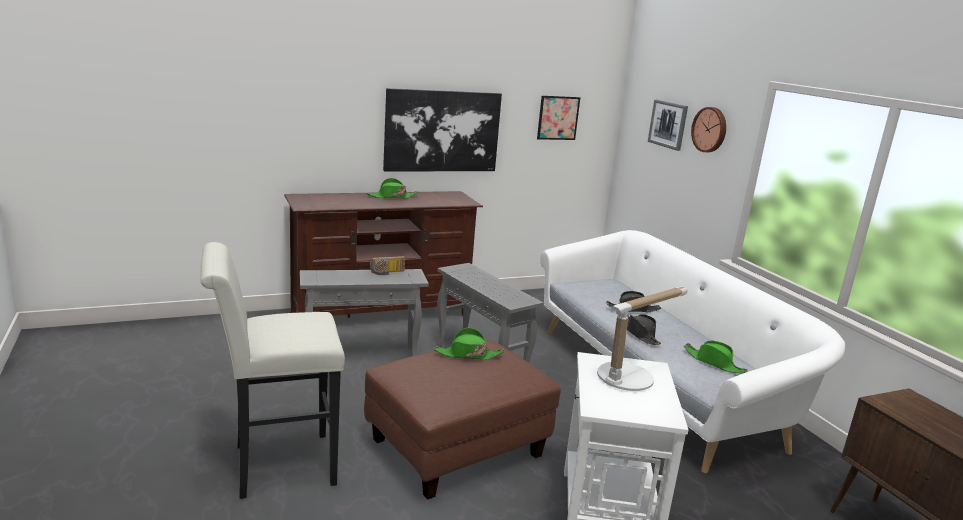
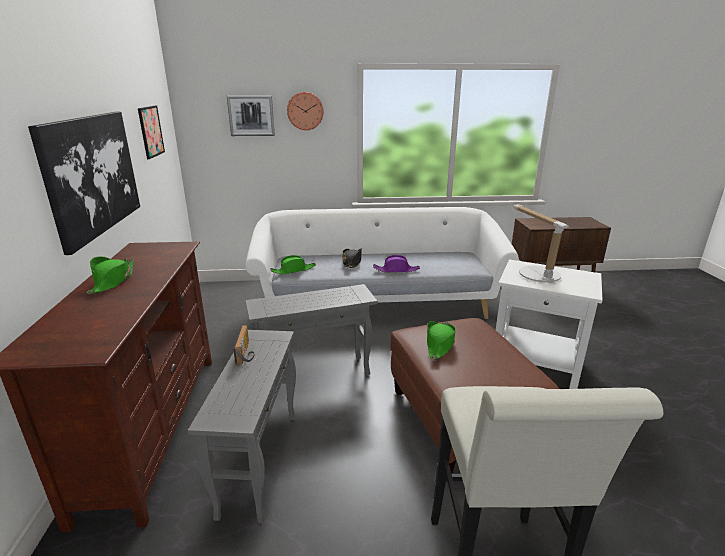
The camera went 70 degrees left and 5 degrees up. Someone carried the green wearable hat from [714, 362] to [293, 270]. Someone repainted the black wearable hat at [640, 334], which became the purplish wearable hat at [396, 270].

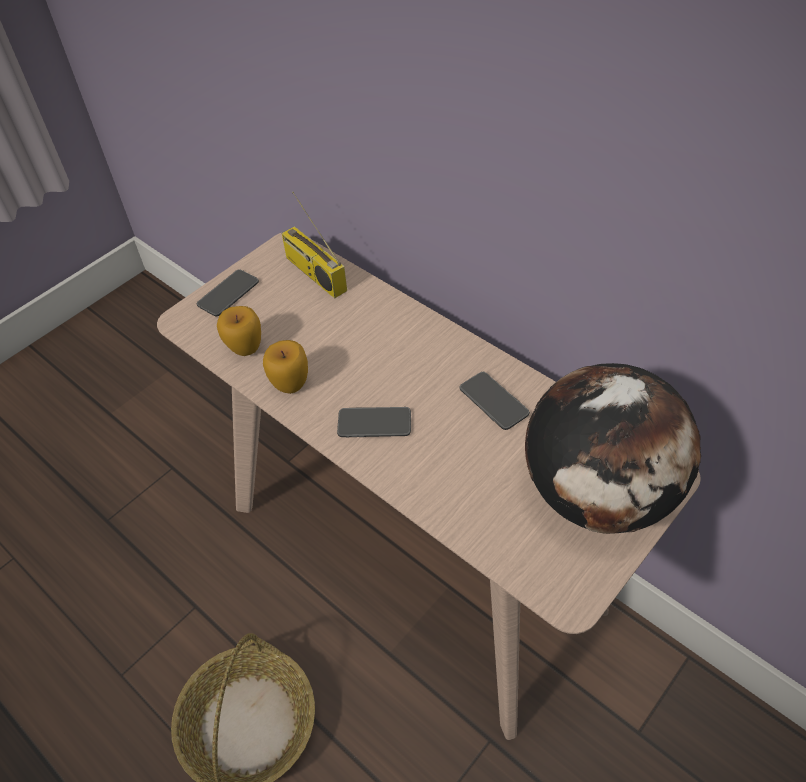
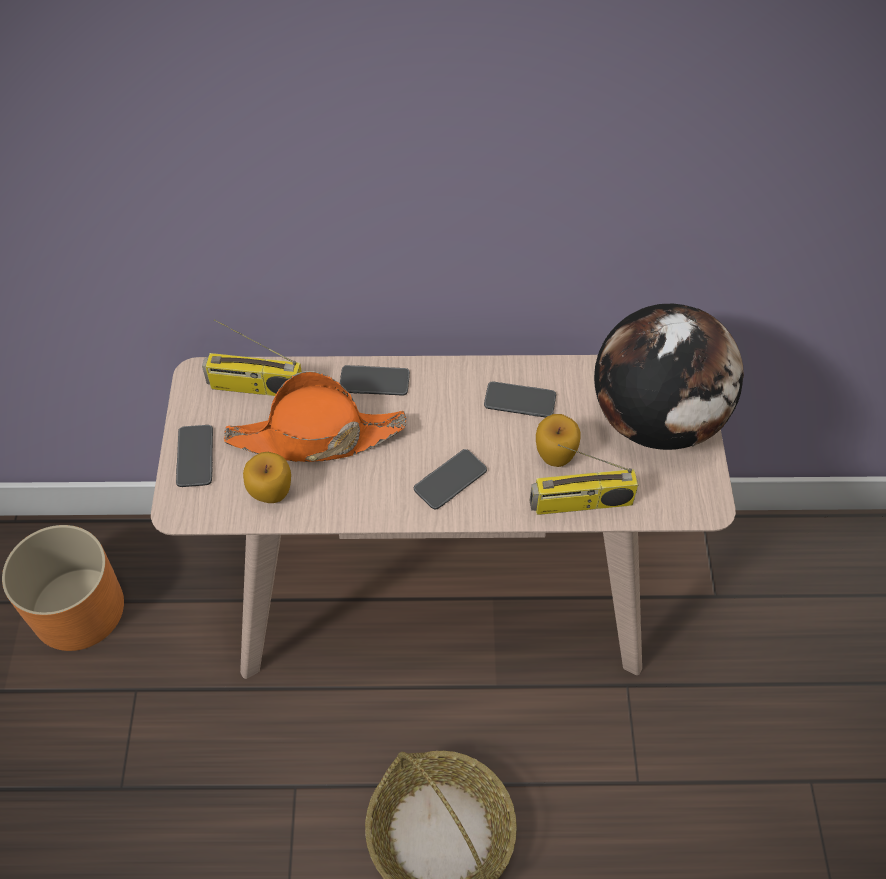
The camera went 45 degrees left and 5 degrees up. Someone put down the orange plant pot at [78, 609]. Someone put down the orange wearable hat at [315, 436]. Someone put down the phone at [374, 381]. Someone put down the radio at [580, 503]. Someone carried the apple fruit from [290, 384] to [554, 456].

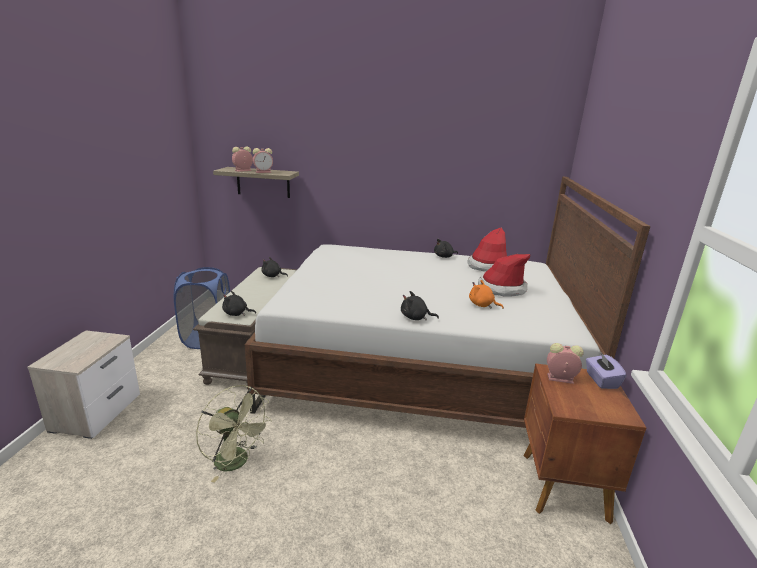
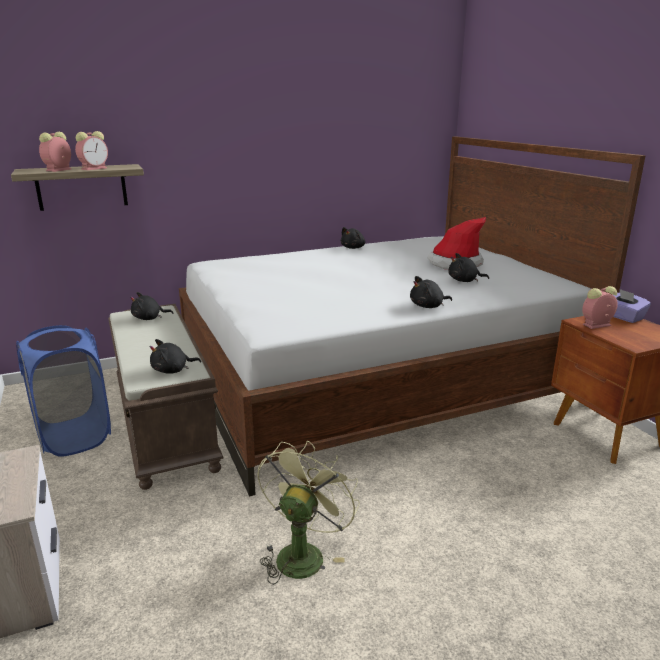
The camera went 30 degrees left and 0 degrees up. Someone took away the wearable hat at [488, 266]. Someone repainted the orange plush toy at [482, 305], which became the black plush toy at [464, 281]. Someone rotated the green fan at [237, 463] by 75 degrees counterclockwise.

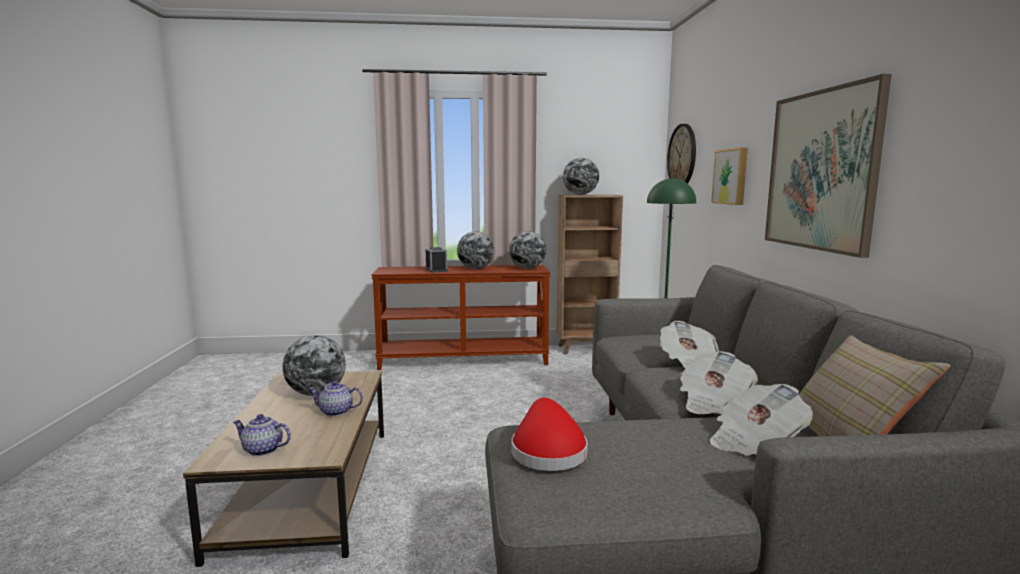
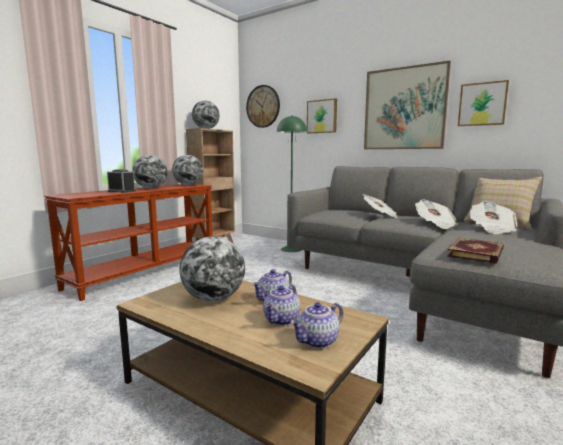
The camera went 50 degrees left and 0 degrees up. Someone put down the tea pot at [282, 320]. Someone put up the wall art at [482, 104]. Someone swapped the red wearable hat at [547, 450] for the volume at [477, 253].

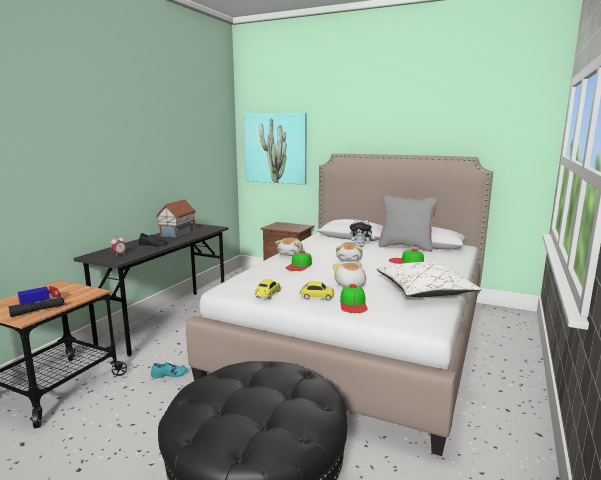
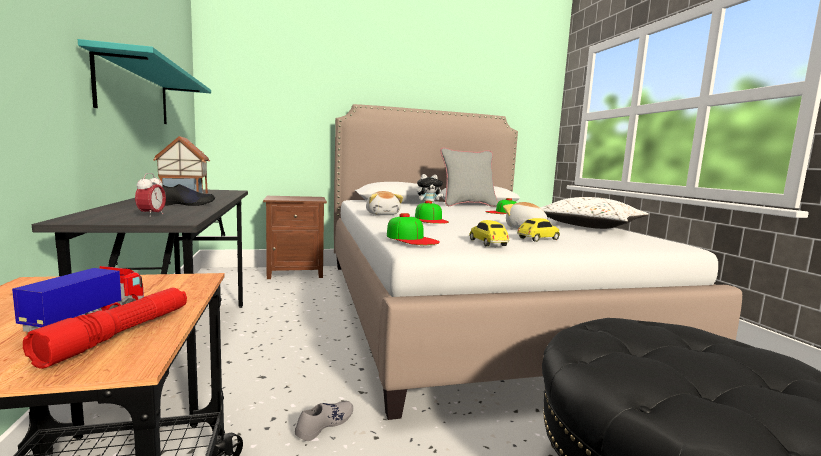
The camera went 40 degrees left and 5 degrees down. Someone took away the wall art at [276, 148]. Someone took away the plush toy at [349, 259]. Someone put up the turquoise bracket shelf at [135, 93]. Someone carried the cap from [353, 304] to [411, 239]. Someone repainted the black hand torch at [38, 311], which became the red hand torch at [120, 335]. Someone repainted the turquoise shoe at [169, 374], which became the gray shoe at [324, 424].

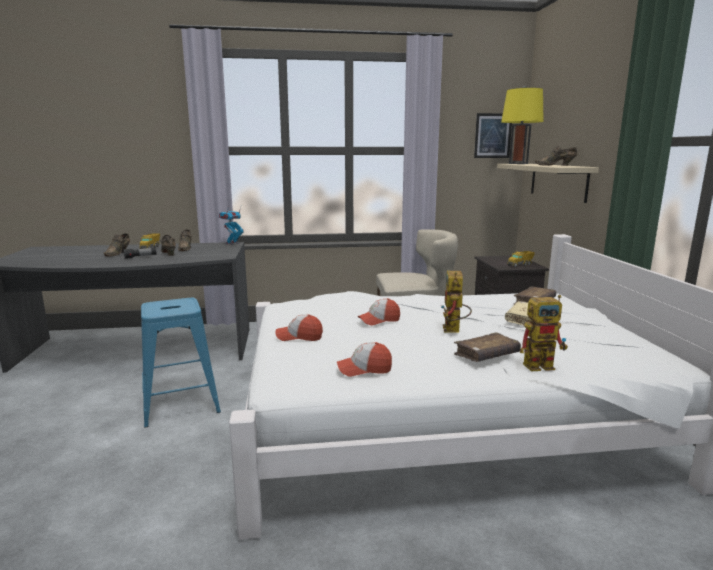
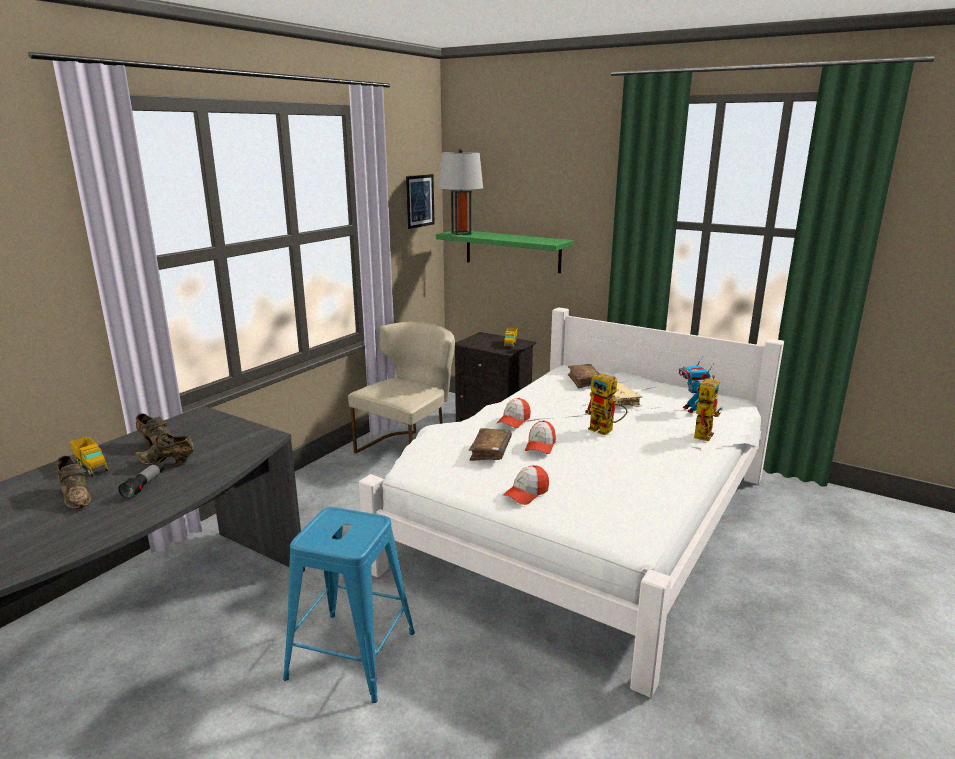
The camera went 50 degrees left and 5 degrees up. Someone took away the brown shoe at [556, 165]. Someone carried the robot figure from [232, 243] to [692, 409]. Someone carried the cap from [364, 369] to [514, 421]. Someone carried the brown volume from [486, 355] to [490, 451]. Someone repainted the beige-coloured bracket shelf at [558, 181], which became the green bracket shelf at [512, 251]. Someone repainted the yellowish table lamp at [518, 163], which became the gray table lamp at [461, 233].

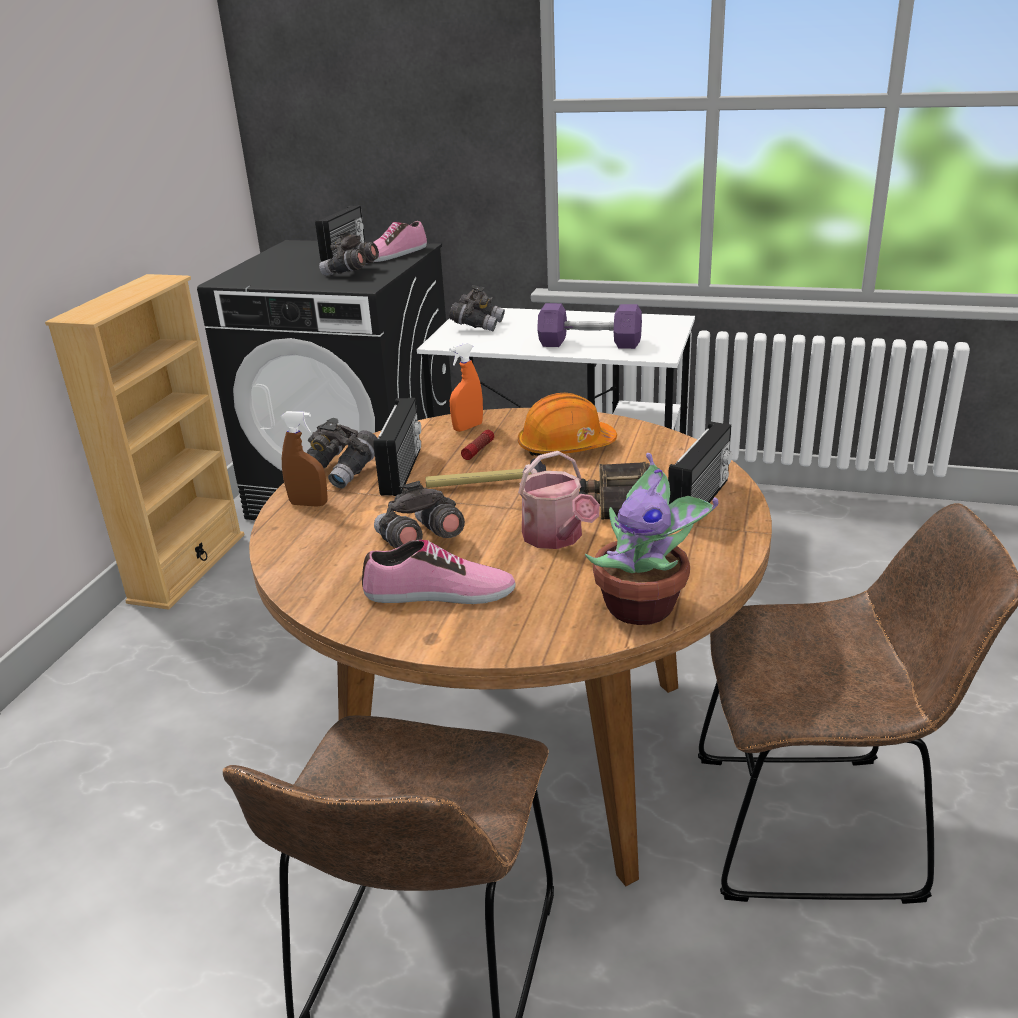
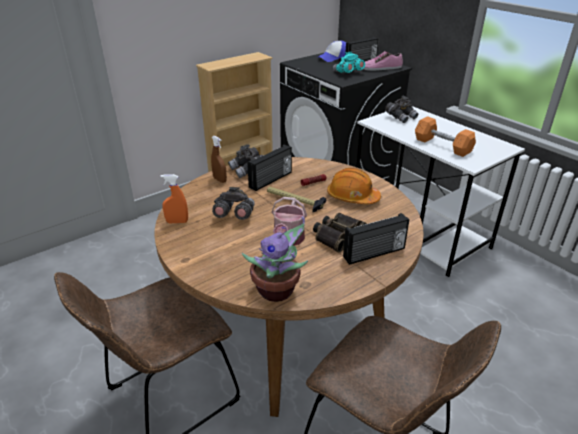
The camera went 35 degrees right and 5 degrees up. Someone took away the shoe at [439, 594]. Someone put down the cap at [335, 58]. Someone carried the orange hand sprayer from [468, 427] to [177, 222]. Someone repainted the gray pair of binoculars at [351, 273], which became the turquoise pair of binoculars at [348, 73]. Someone repainted the purplish free weight at [589, 344], which became the orange free weight at [442, 146].

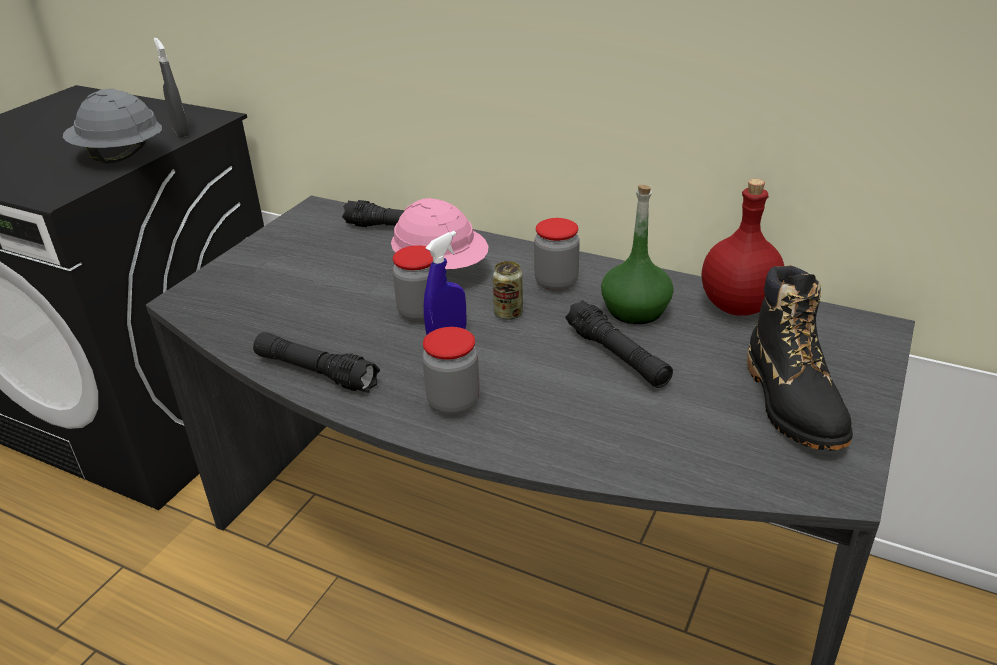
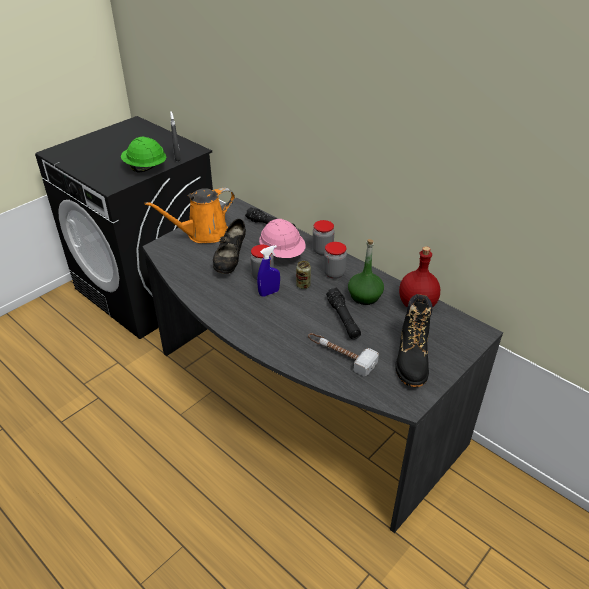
The camera went 15 degrees right and 5 degrees up. Someone took away the black hand torch at [316, 372]. Someone put down the orange watering pot at [204, 234]. Someone put down the black shoe at [230, 260]. Someone put down the hand hammer at [340, 355]. Someone carried the storage jar from [453, 403] to [322, 250]. Someone repainted the gray hard hat at [119, 157], which became the green hard hat at [145, 168].

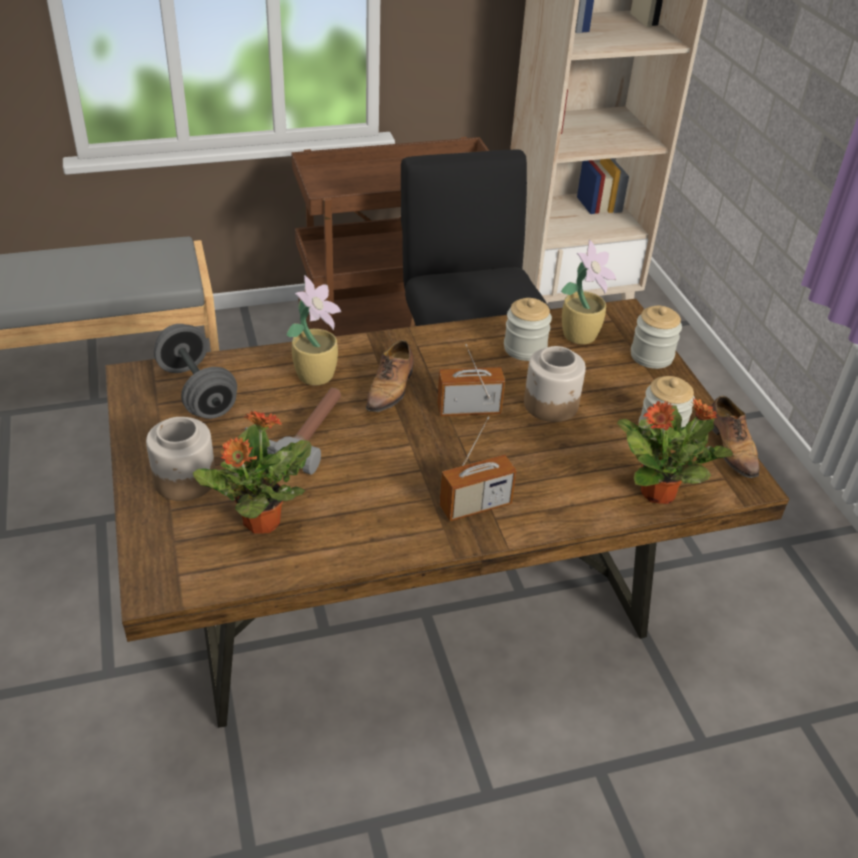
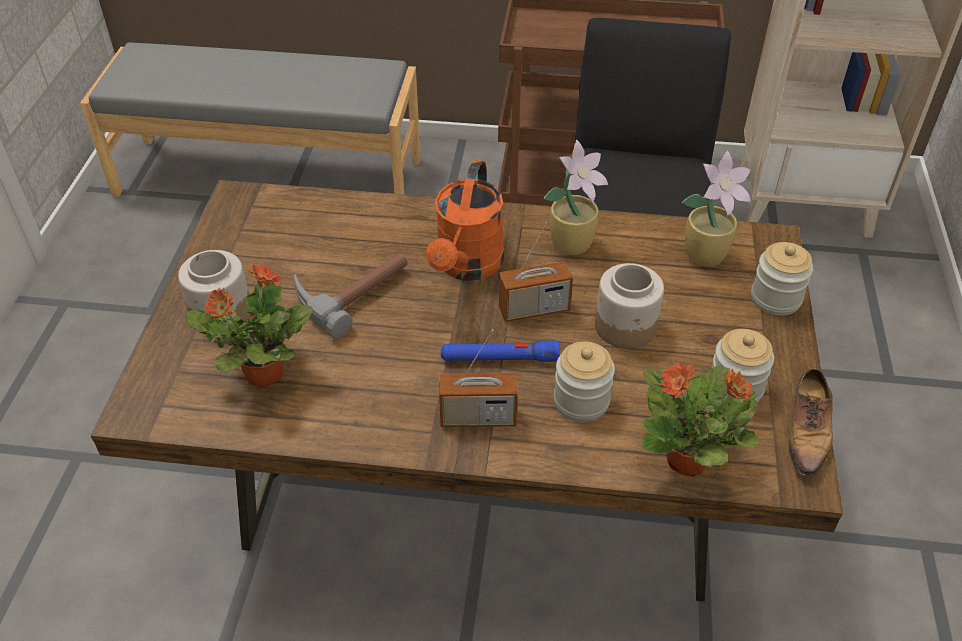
The camera went 25 degrees right and 5 degrees up. Someone took away the gray free weight at [197, 391]. Someone put down the blue hand torch at [499, 358]. Someone carried the potted plant from [317, 374] to [573, 243]. Someone carried the storage jar from [525, 348] to [581, 401]. Someone swapped the shoe at [390, 388] for the orange watering pot at [467, 267]. Someone rotated the radio at [469, 409] by 150 degrees clockwise.

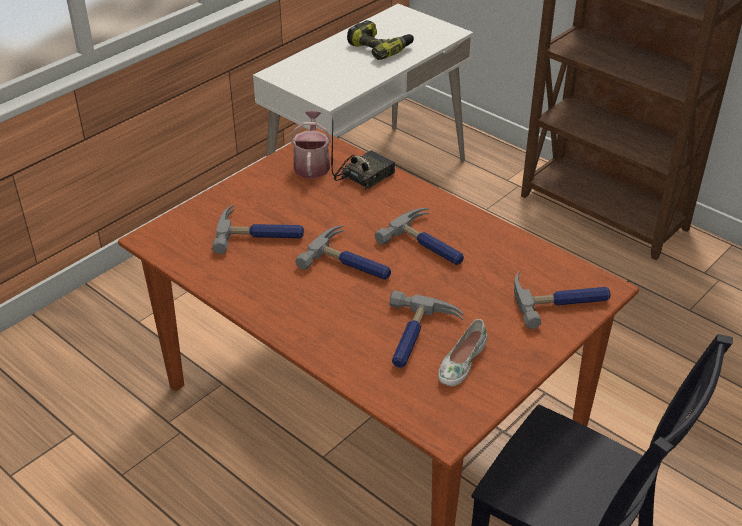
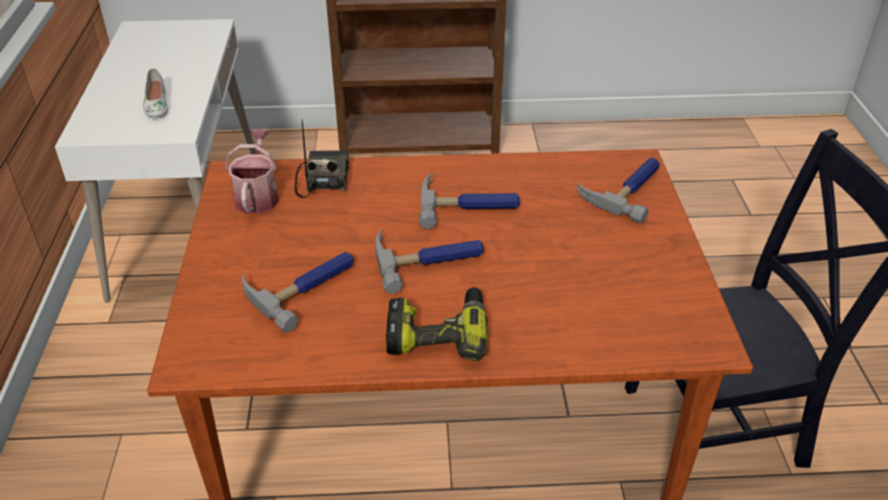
The camera went 45 degrees left and 0 degrees up. Someone took away the hand hammer at [416, 337]. Someone carried the drill from [380, 48] to [438, 333]. Someone carried the whitish shoe from [461, 362] to [156, 104]. Someone rotated the watering pot at [312, 164] by 45 degrees clockwise.

